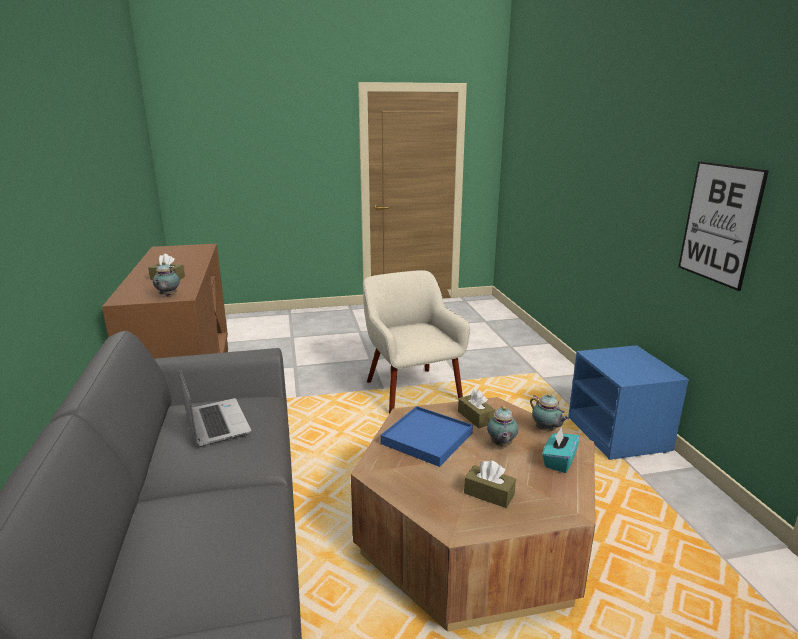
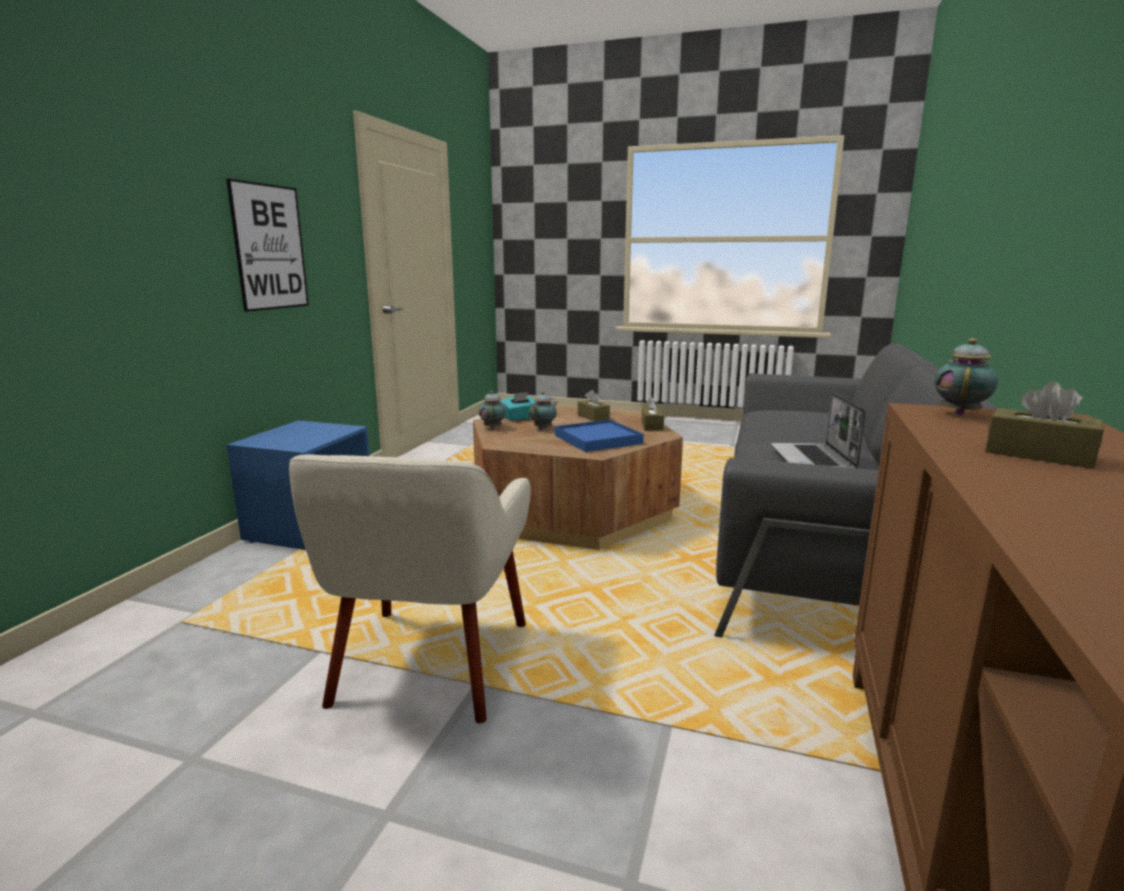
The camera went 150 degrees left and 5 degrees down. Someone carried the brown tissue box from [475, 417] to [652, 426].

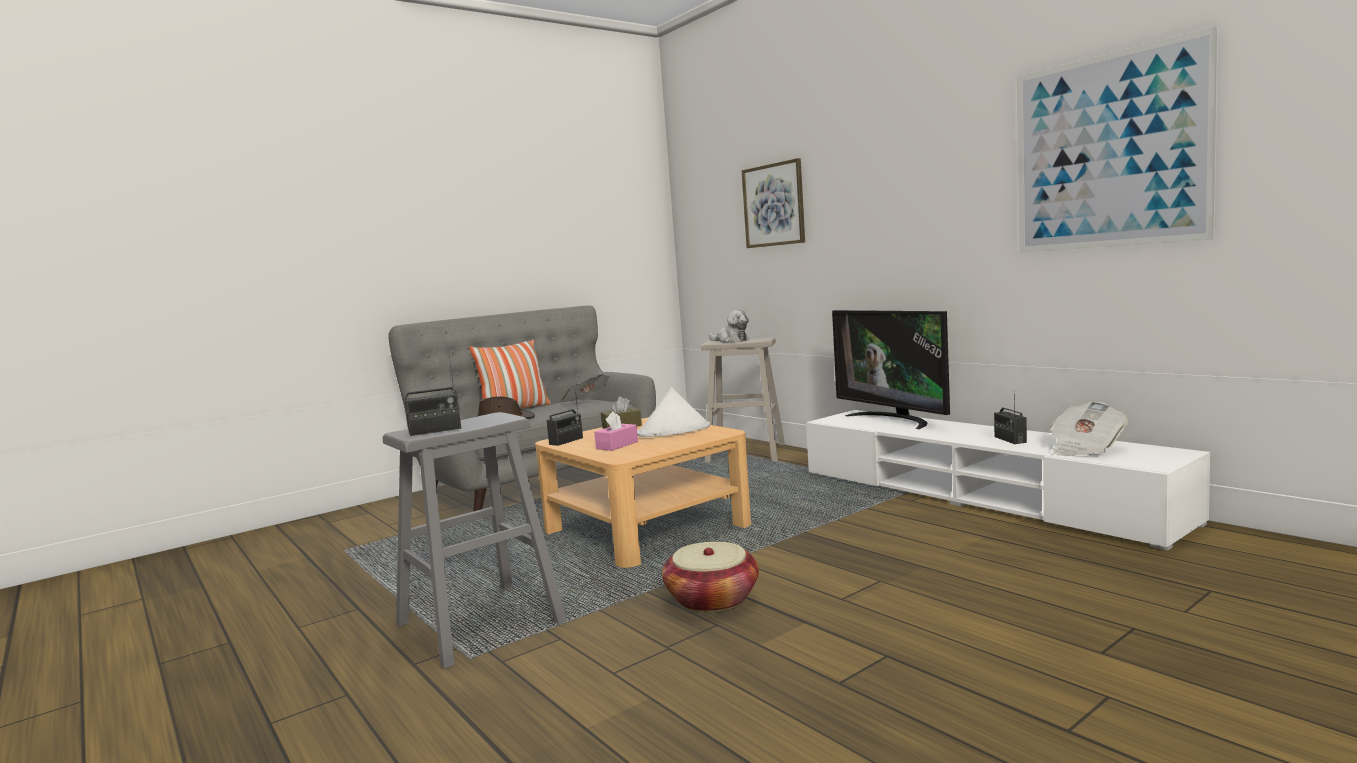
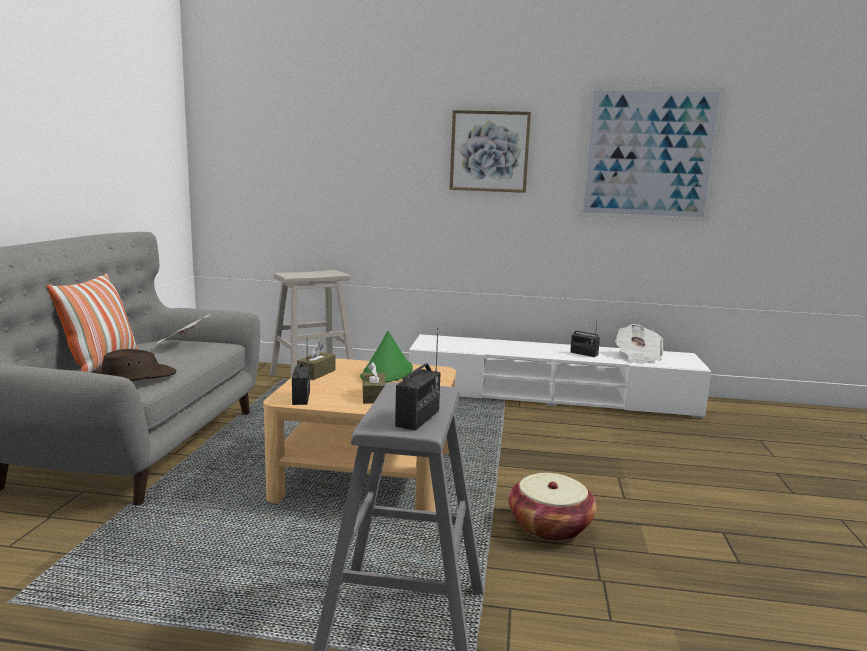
The camera went 45 degrees left and 5 degrees up. Someone took away the plush toy at [731, 341]. Someone took away the TV set at [894, 419]. Someone carried the wall art from [774, 205] to [489, 151]. Someone repainted the pink tissue box at [617, 445], which became the brown tissue box at [374, 396]. Someone repainted the whitish wearable hat at [674, 431], which became the green wearable hat at [387, 373].

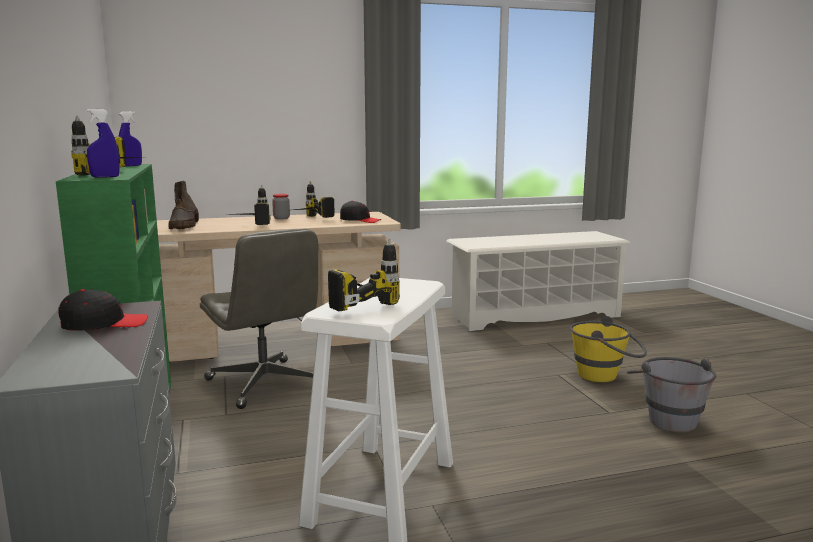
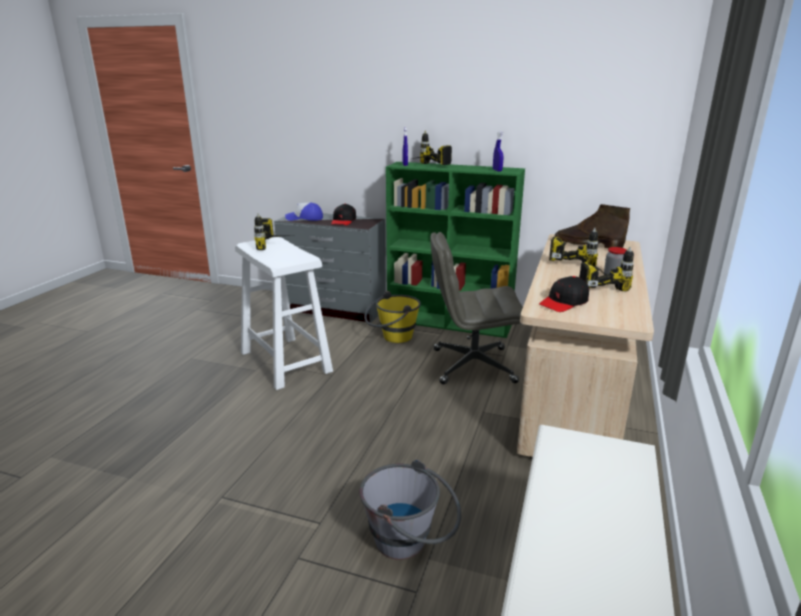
The camera went 125 degrees right and 10 degrees up. Someone put down the cap at [304, 218]. Someone carried the yellowish water bucket from [605, 376] to [392, 338]. Someone carried the gray water bucket from [666, 417] to [410, 543].

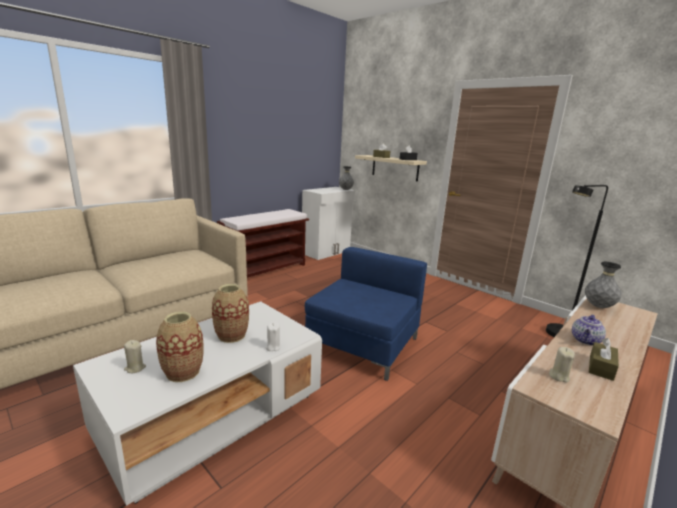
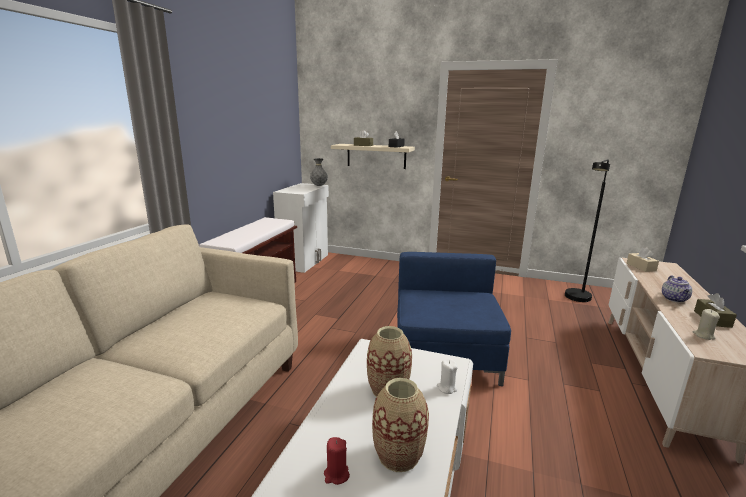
The camera went 25 degrees left and 0 degrees up. Someone swapped the gray decorative vase at [598, 306] for the beige-coloured tissue box at [641, 267]. Someone repainted the beige-coloured candle at [135, 368], which became the red candle at [336, 475].

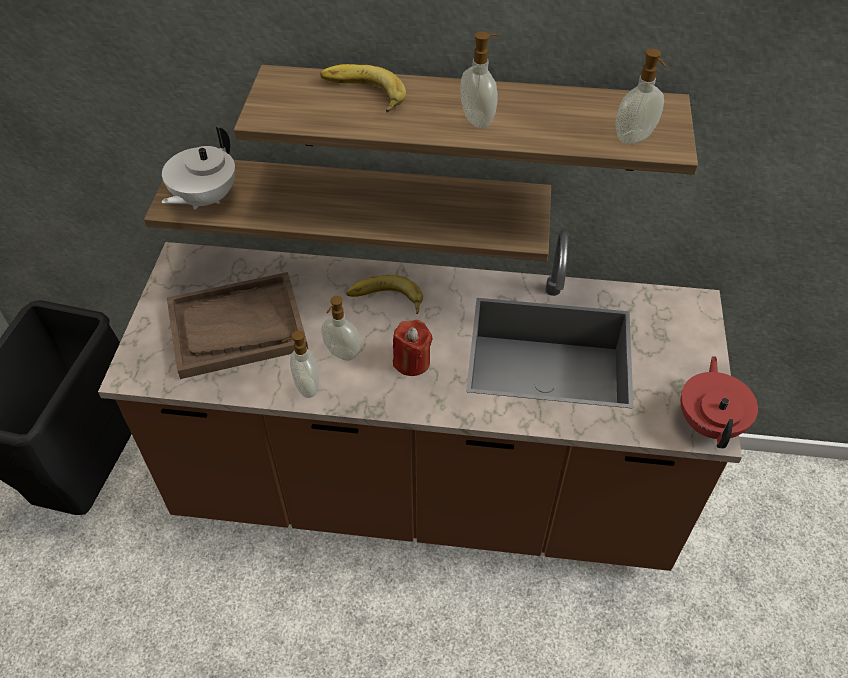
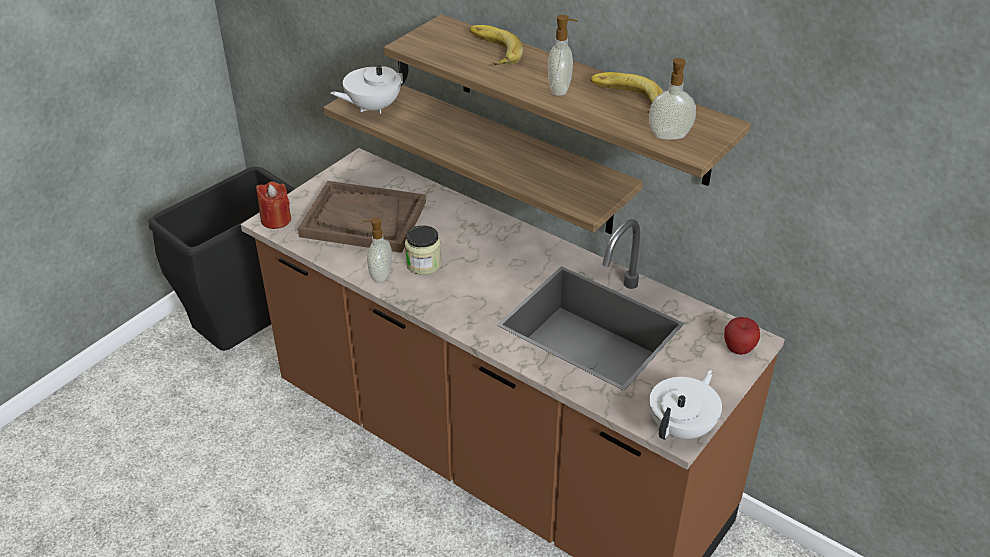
The camera went 30 degrees right and 10 degrees down. Someone put down the apple fruit at [738, 349]. Someone carried the whole banana from [385, 301] to [625, 98]. Someone carried the red candle from [412, 362] to [276, 220]. Someone swapped the liquid soap bottle at [341, 353] for the storage jar at [423, 264]. Someone repainted the red tea pot at [710, 422], which became the whitish tea pot at [682, 427].

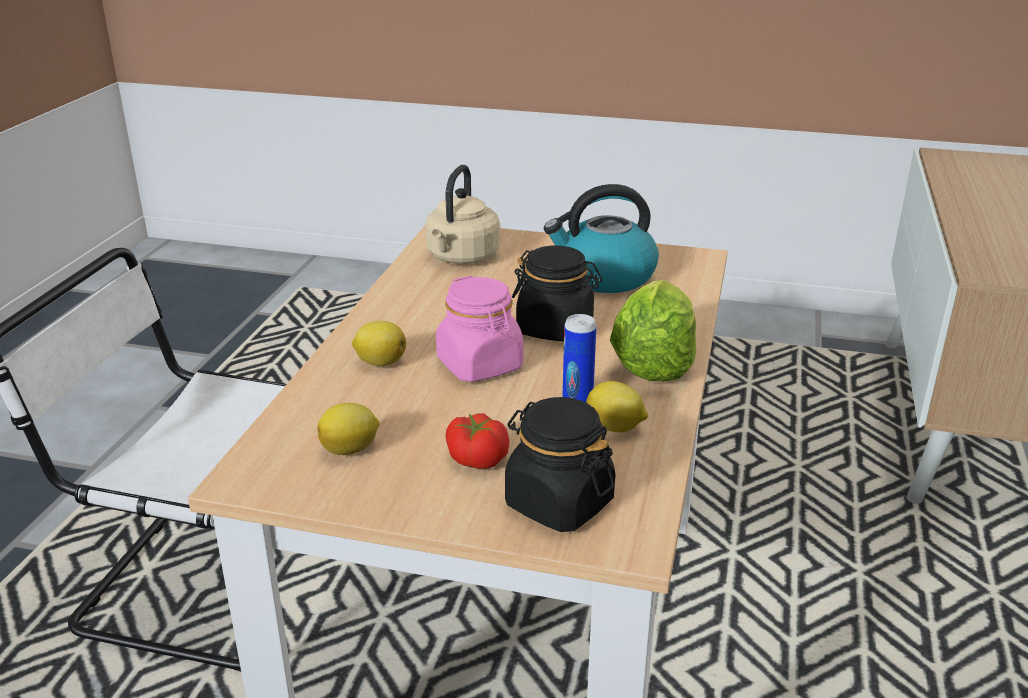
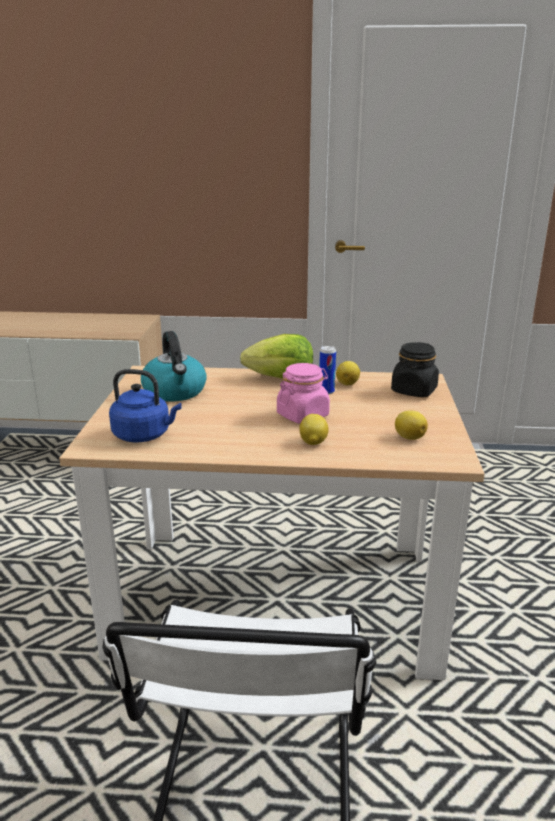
The camera went 100 degrees left and 5 degrees down. Someone took away the tomato at [478, 458]. Someone took away the black storage jar at [555, 328]. Someone repainted the beige-coloured water kettle at [461, 258], which became the blue water kettle at [144, 435].

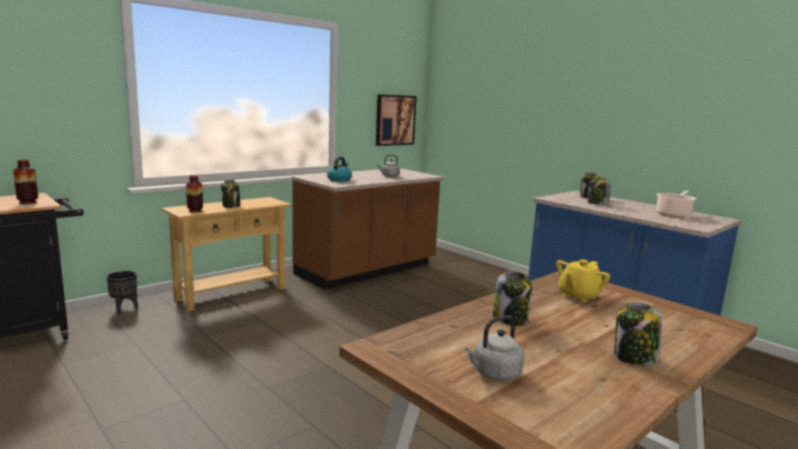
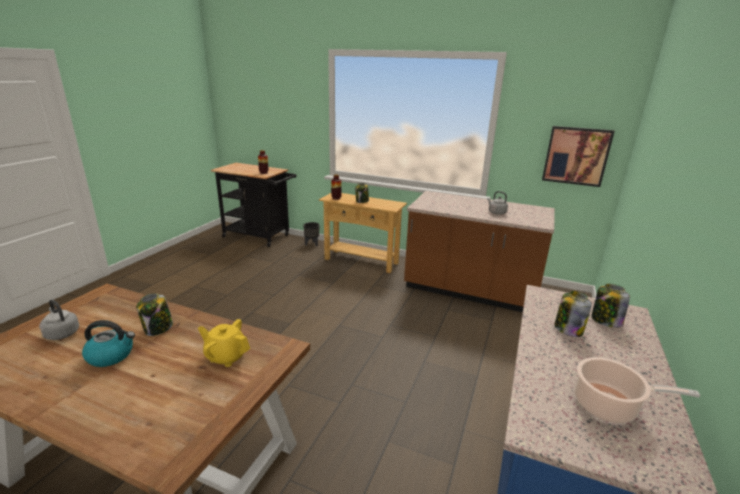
The camera went 65 degrees right and 10 degrees up. Someone took away the storage jar at [634, 358]. Someone carried the water kettle from [339, 180] to [111, 355].

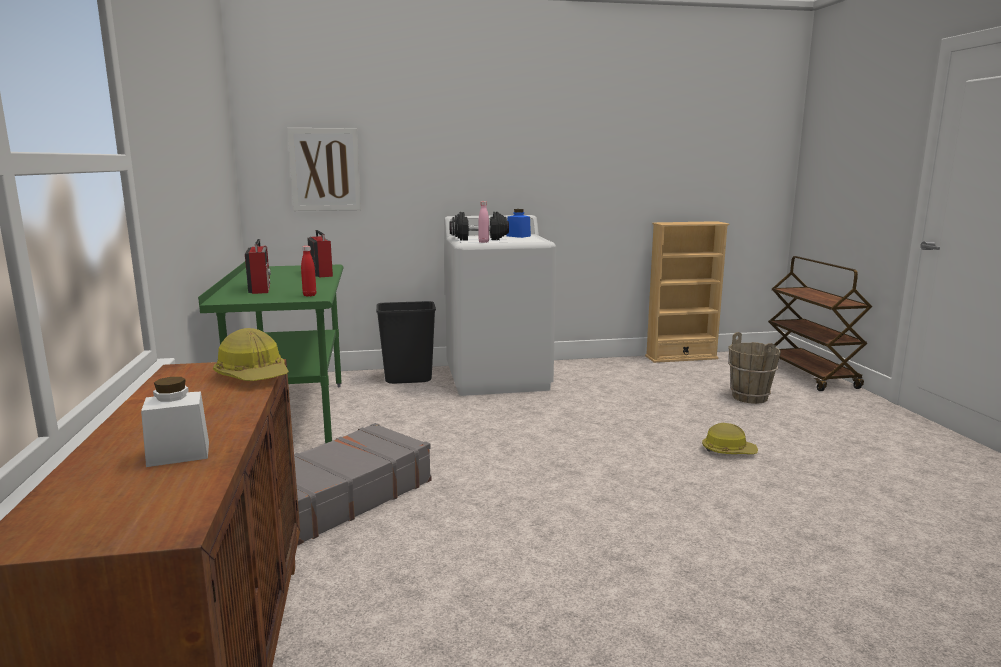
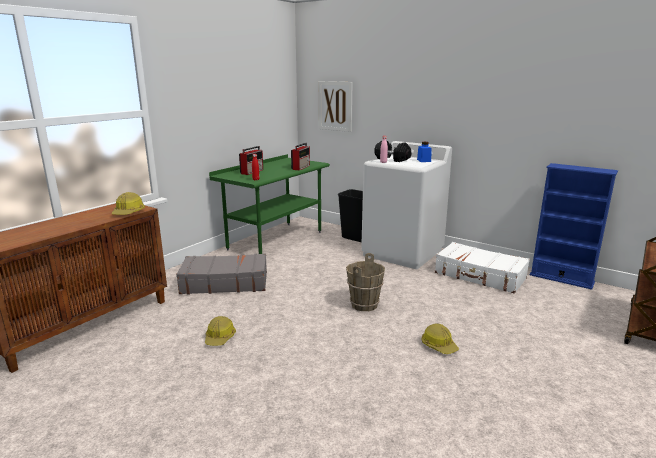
The camera went 45 degrees right and 5 degrees up. Someone took away the whitish storage jar at [178, 454]. Someone put down the hard hat at [220, 338]. Someone put down the whitish piece of luggage at [480, 276]. Someone carried the brown water bucket from [750, 397] to [364, 305]. Someone repainted the beige-coloured shelving unit at [681, 357], which became the blue shelving unit at [561, 278].

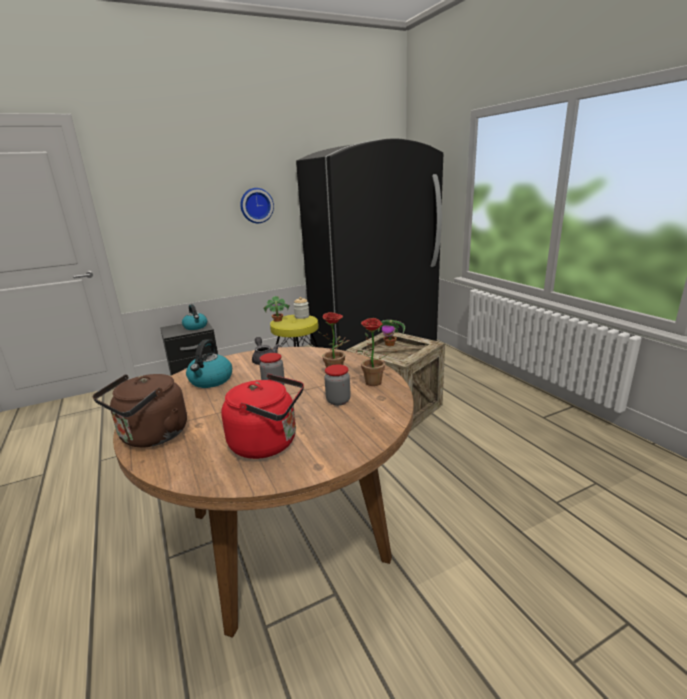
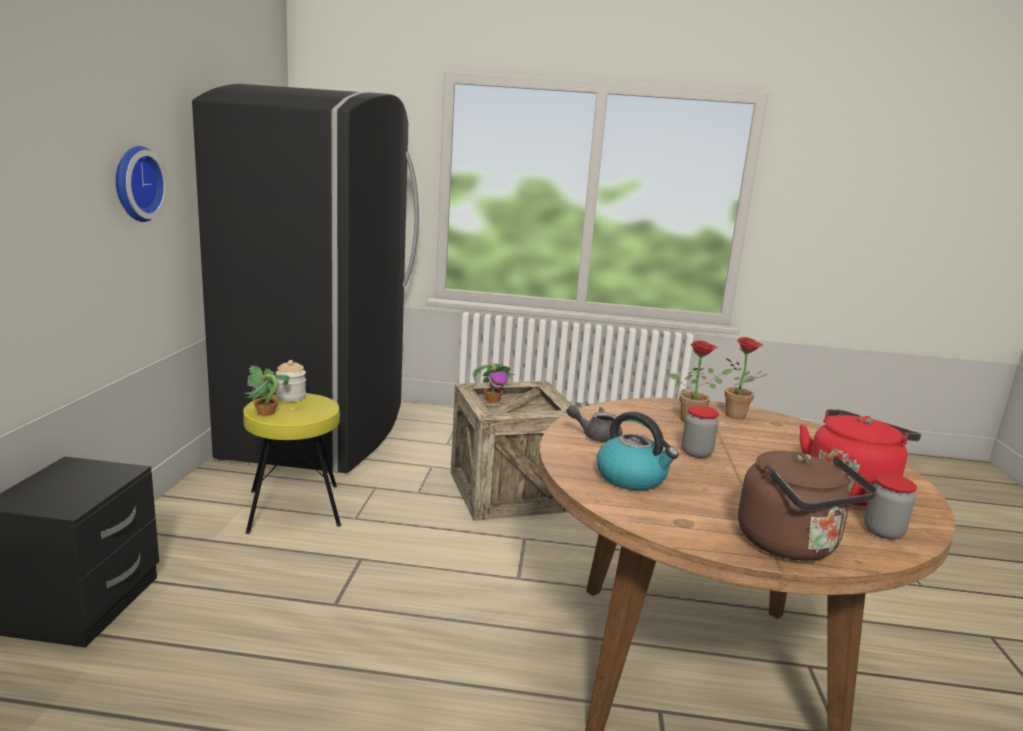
The camera went 60 degrees left and 5 degrees down. Someone took away the water kettle at [196, 327]. Someone carried the storage jar from [338, 401] to [883, 531].

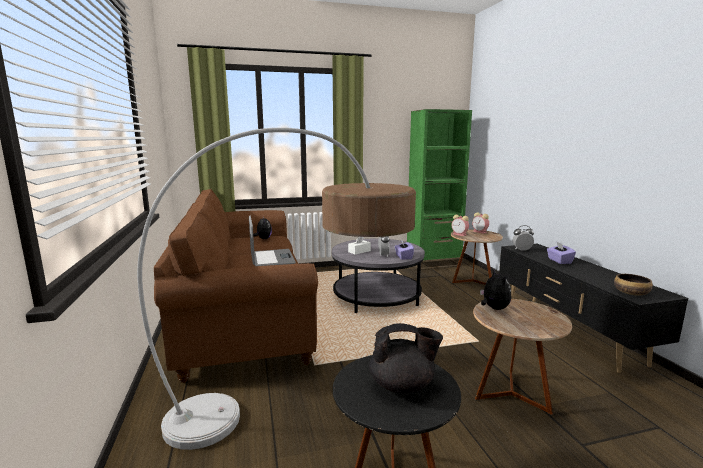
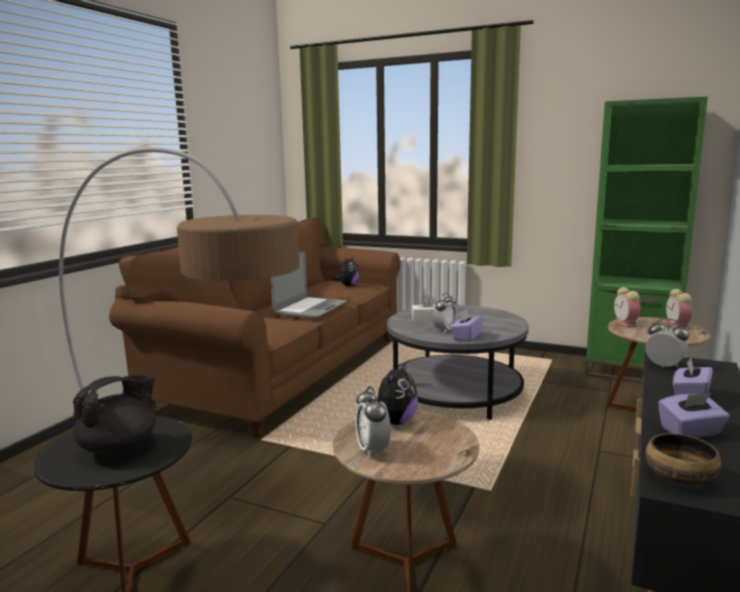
The camera went 40 degrees right and 0 degrees up. Someone put down the alarm clock at [372, 450]. Someone put down the purplish tissue box at [690, 432]. Someone rotated the black tea pot at [402, 385] by 90 degrees counterclockwise.

